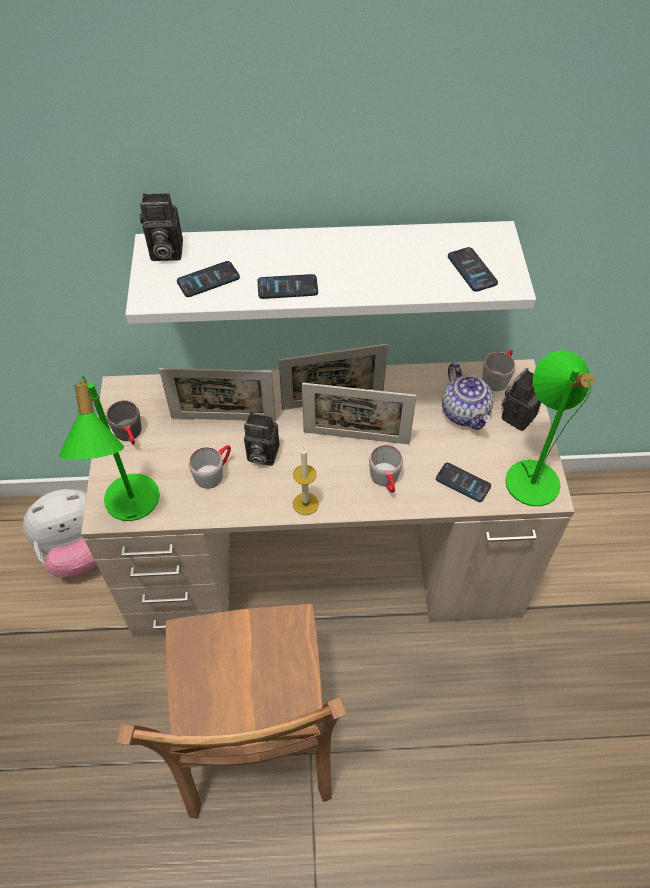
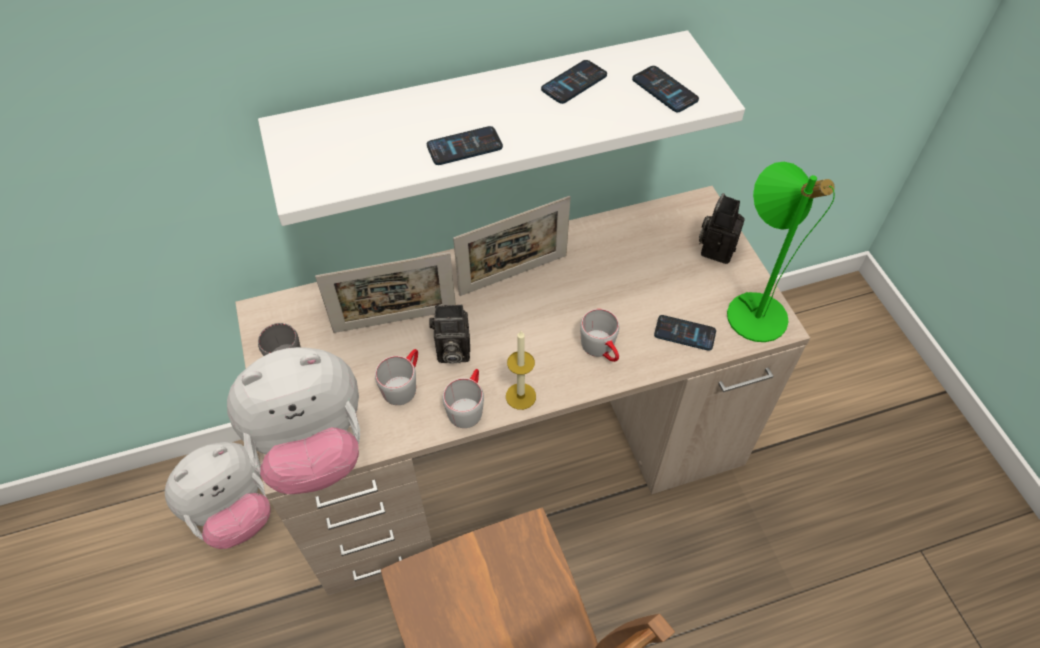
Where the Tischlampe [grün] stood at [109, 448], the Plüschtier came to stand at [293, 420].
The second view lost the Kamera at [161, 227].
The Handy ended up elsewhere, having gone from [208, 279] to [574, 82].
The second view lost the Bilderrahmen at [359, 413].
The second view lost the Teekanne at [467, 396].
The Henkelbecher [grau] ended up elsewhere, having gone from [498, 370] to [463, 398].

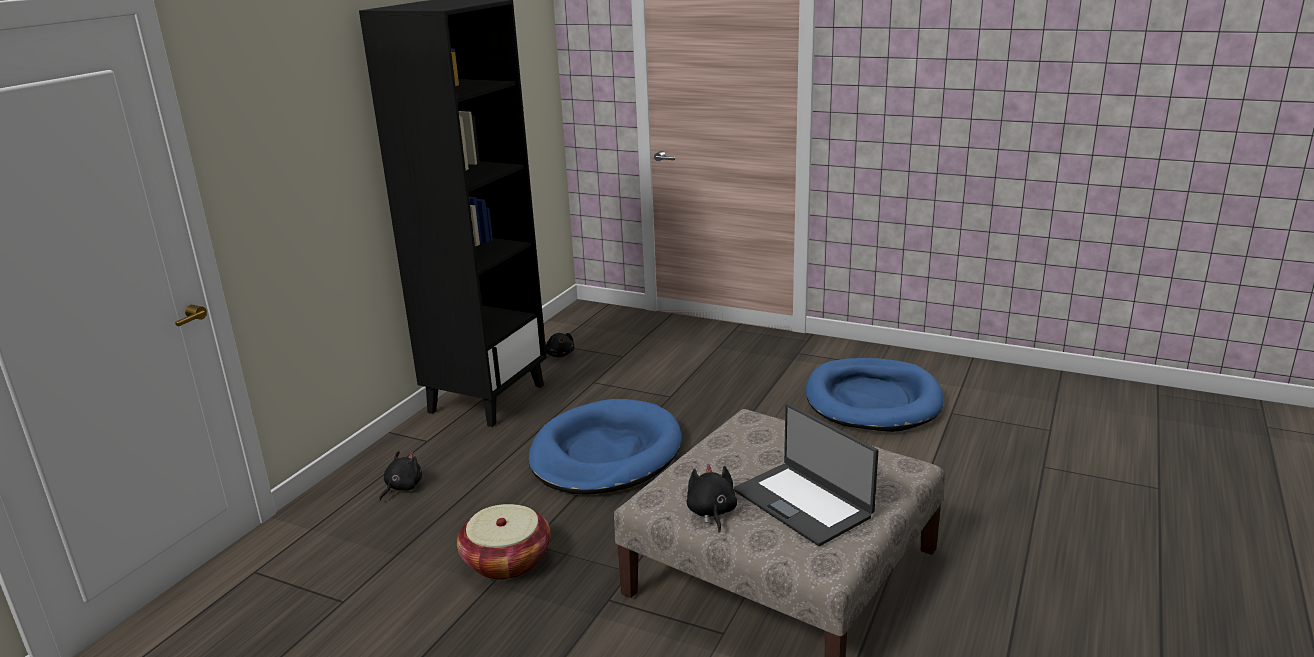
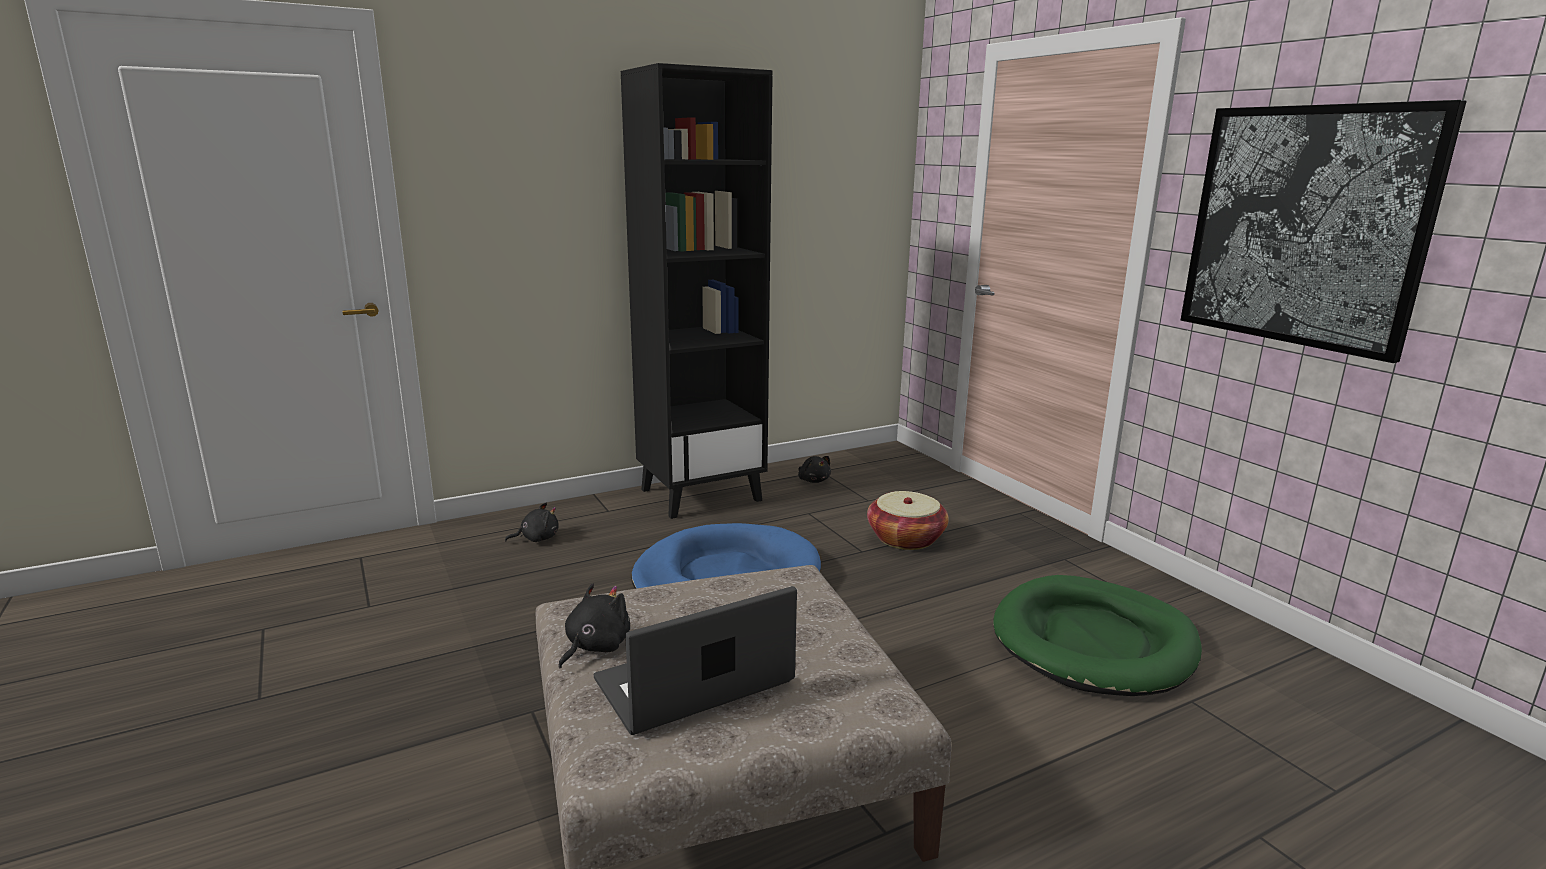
The Korb ended up elsewhere, having gone from [504, 542] to [908, 520].
The Plüschtier [schwarz] at [560, 345] ended up facing another way, 45 degrees counterclockwise from before.
The Laptop at [806, 474] ended up facing another way, 60 degrees clockwise from before.
What was the Hundebett [blau] at [875, 395] turned into the Hundebett [grün] at [1097, 635].
The second view gained the Bild at [1324, 231].

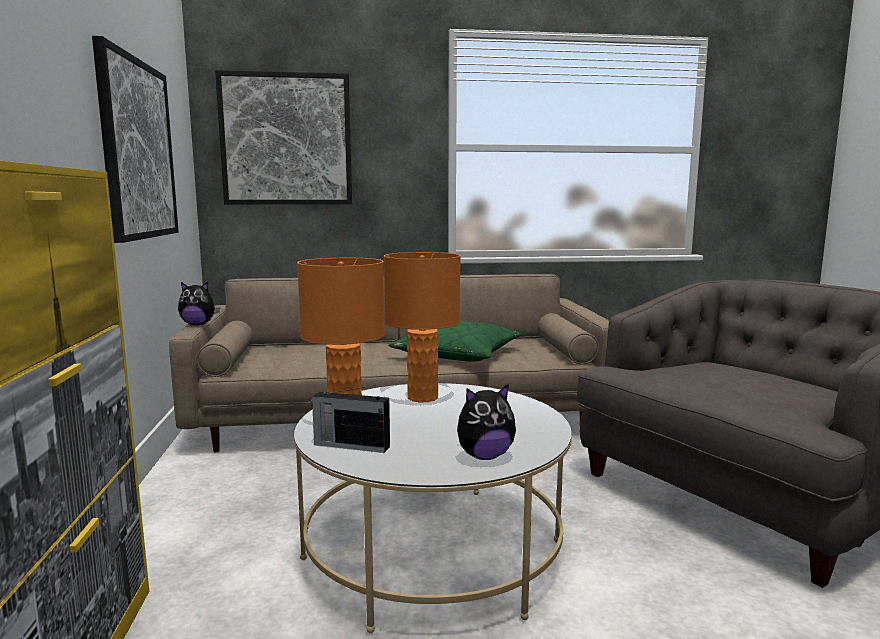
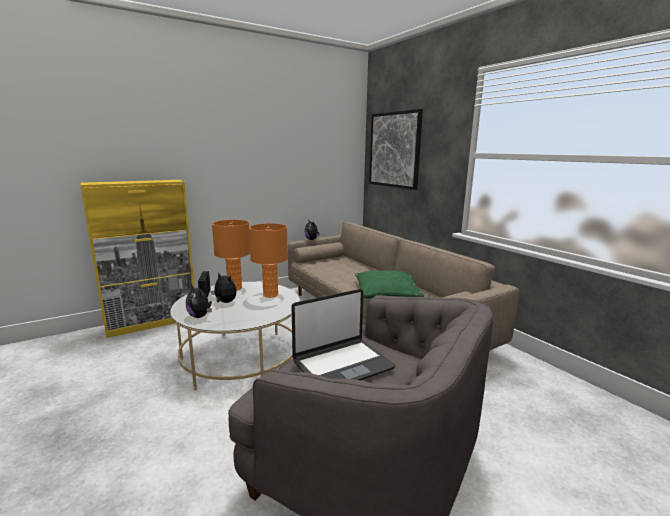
The second view lost the Bild at [135, 139].
The second view gained the Plüschtier at [224, 288].
The second view gained the Laptop at [343, 334].

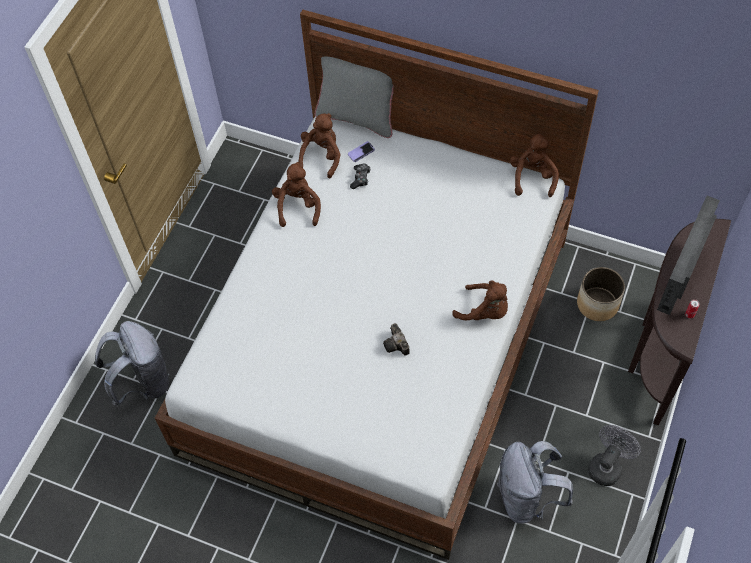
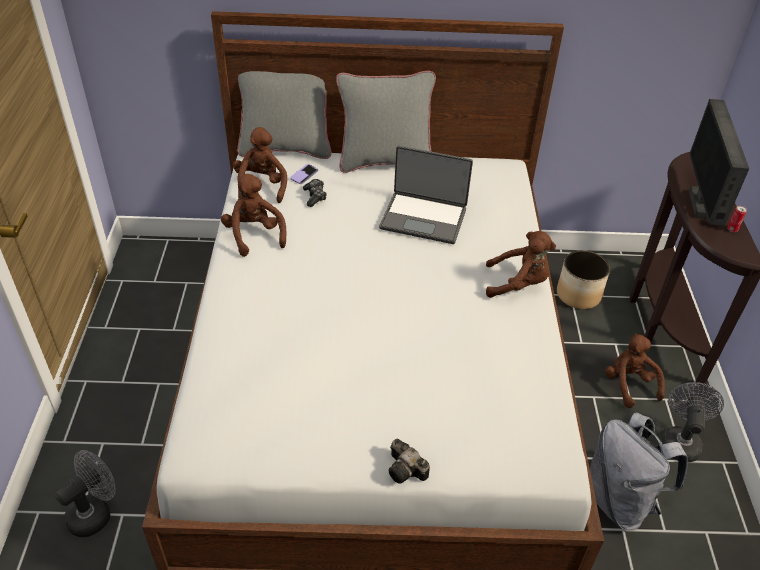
Where the Rucksack [grau] stood at [132, 364], the Ventilator [grau] came to stand at [85, 493].
The Kamera ended up elsewhere, having gone from [396, 339] to [409, 461].
The Plüschtier [braun] ended up elsewhere, having gone from [534, 165] to [635, 370].
The second view gained the Kissen [grau] at [386, 122].
The second view gained the Laptop at [426, 195].

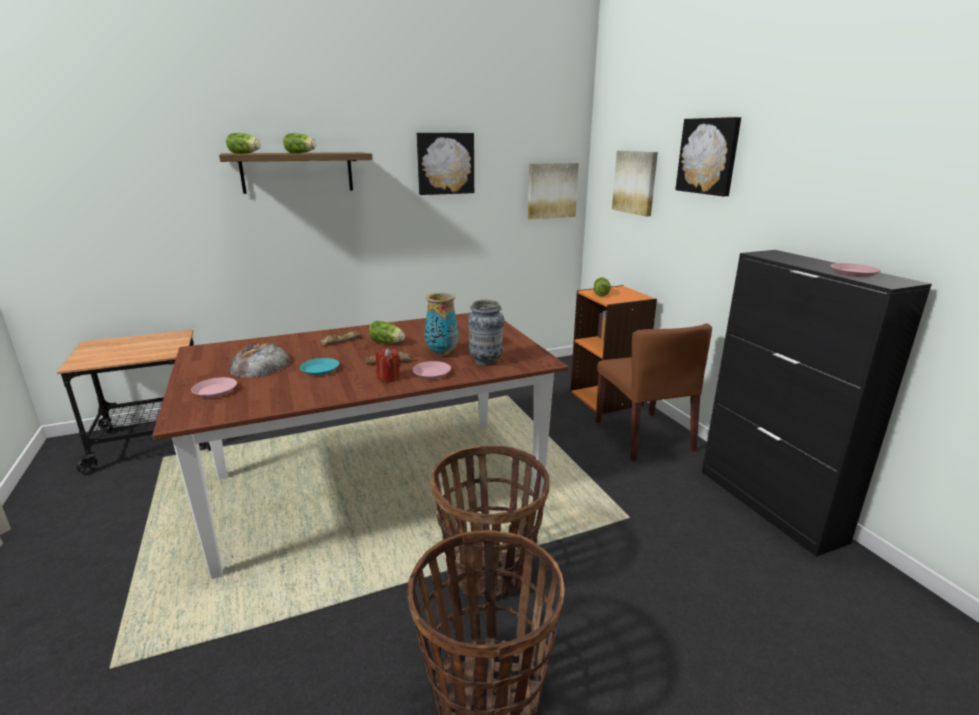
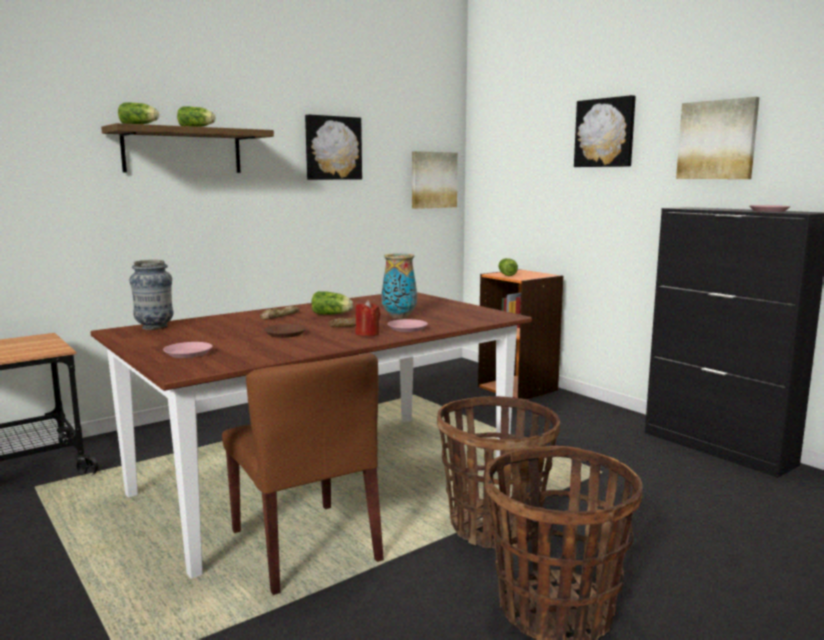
The second view lost the Brot at [259, 360].
What was the Teller [türkis] at [319, 366] turned into the Teller [braun] at [285, 331].
The Vase ended up elsewhere, having gone from [486, 333] to [151, 295].
The Stuhl [braun] ended up elsewhere, having gone from [654, 393] to [303, 474].
The Bild ended up elsewhere, having gone from [635, 184] to [718, 138].

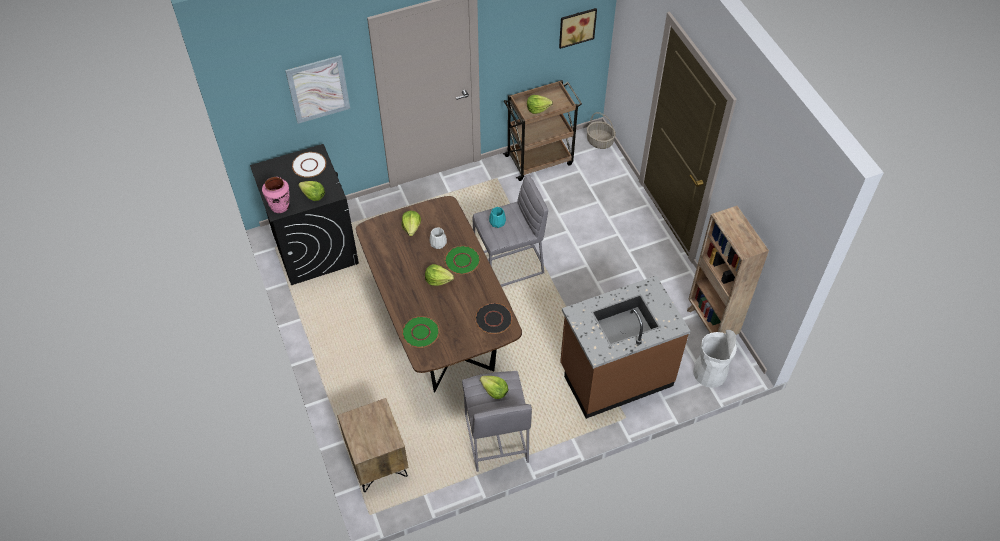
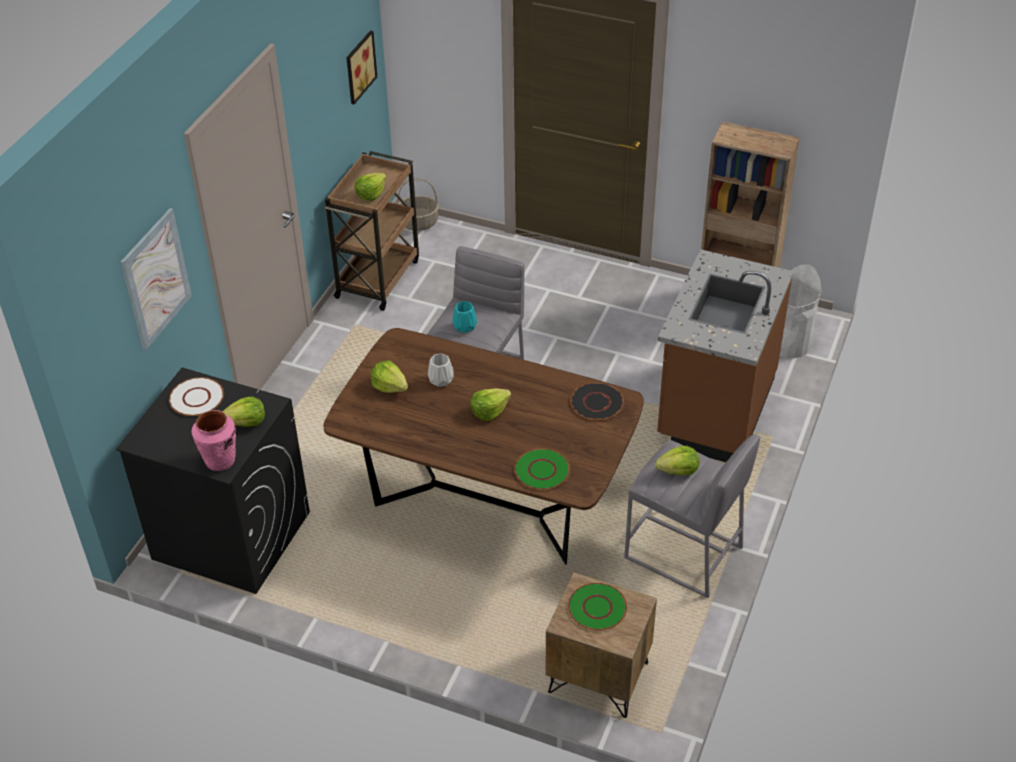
The Teller [grün] ended up elsewhere, having gone from [462, 260] to [597, 606].

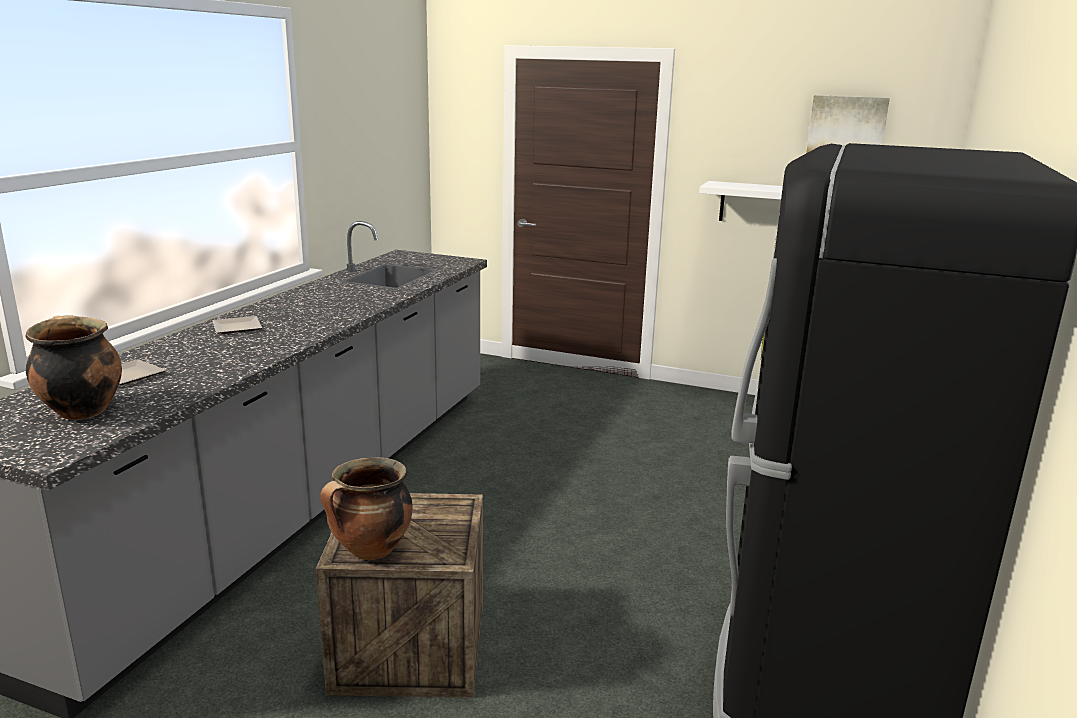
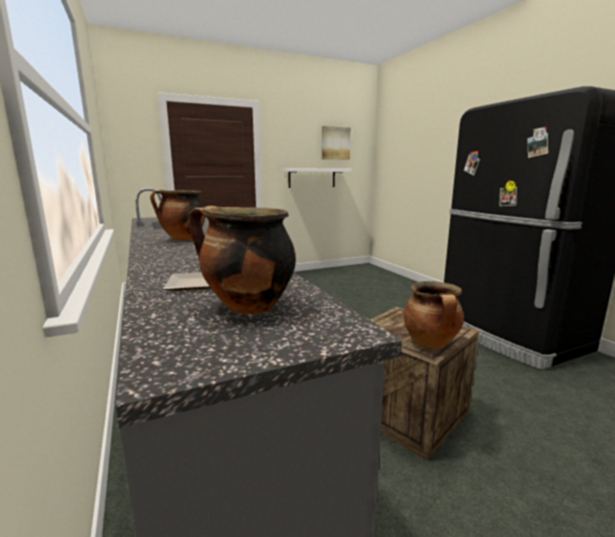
The second view lost the Teller at [237, 325].
The second view gained the Kochtopf at [177, 215].

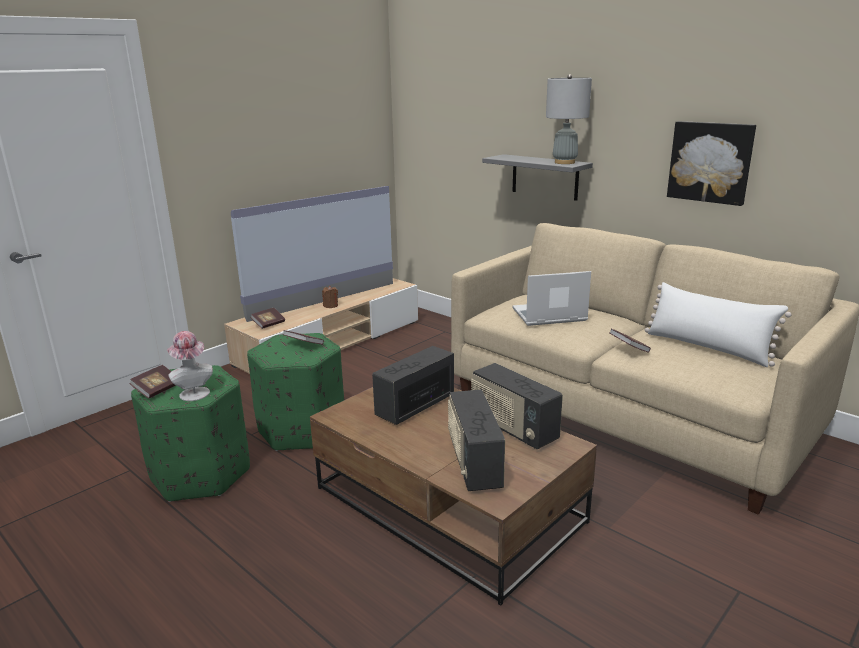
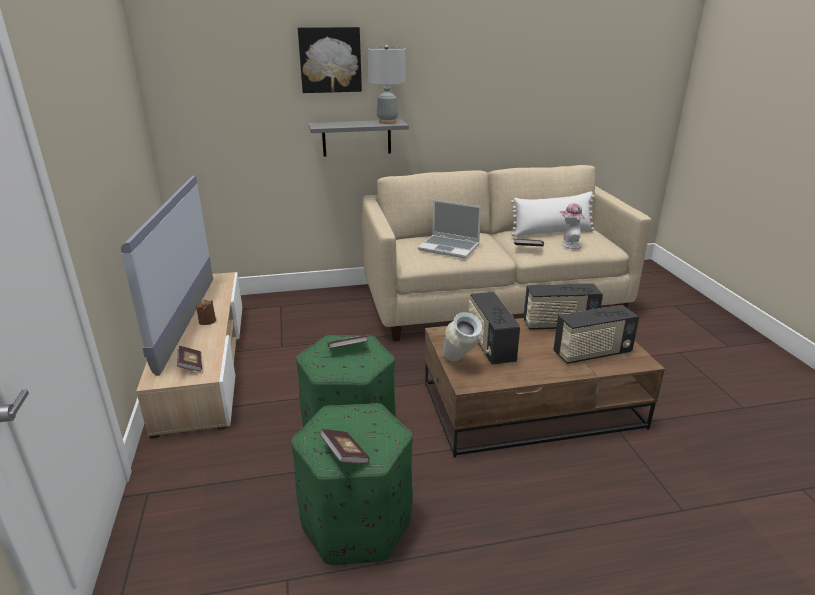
The Hut ended up elsewhere, having gone from [190, 366] to [572, 226].
The Radio at [476, 440] ended up facing another way, 45 degrees counterclockwise from before.
The Laptop at [551, 298] ended up facing another way, 90 degrees counterclockwise from before.
The Bild ended up elsewhere, having gone from [711, 163] to [330, 60].
The second view gained the Vase at [462, 336].

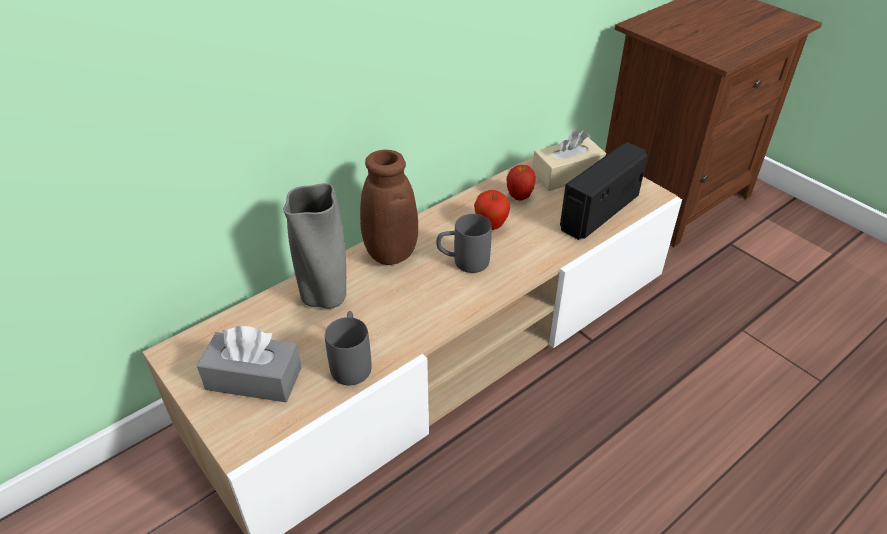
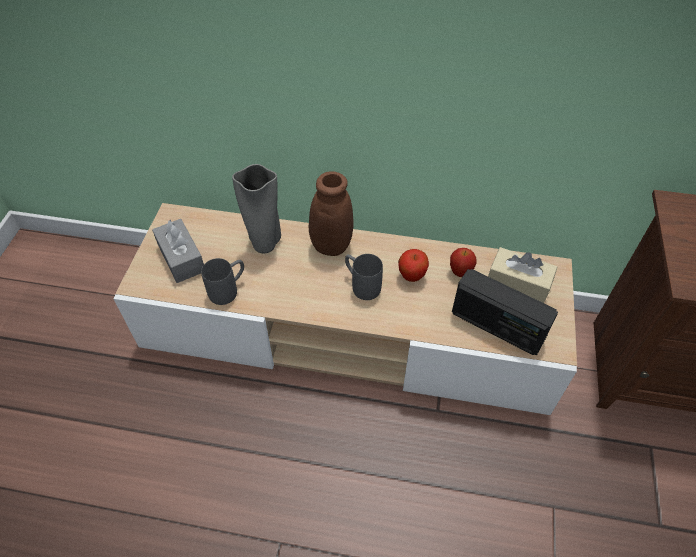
The Radio at [604, 191] ended up facing another way, 150 degrees counterclockwise from before.

